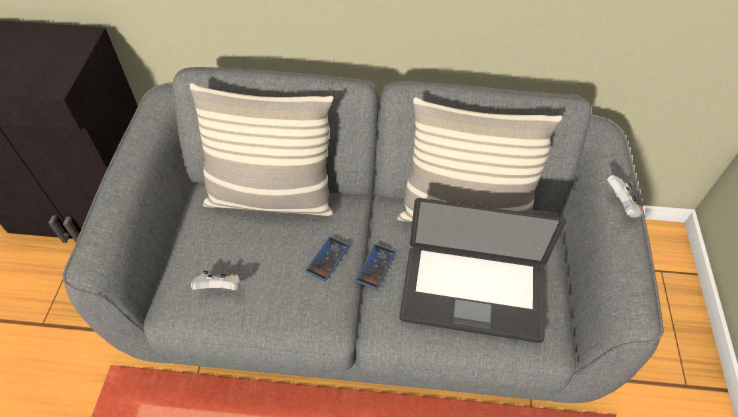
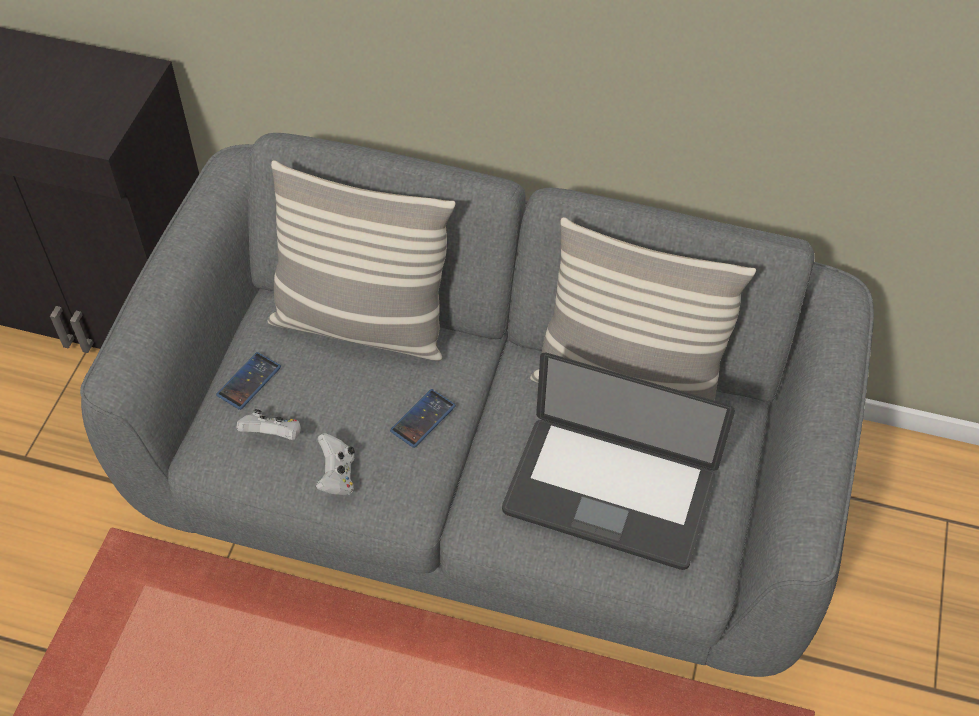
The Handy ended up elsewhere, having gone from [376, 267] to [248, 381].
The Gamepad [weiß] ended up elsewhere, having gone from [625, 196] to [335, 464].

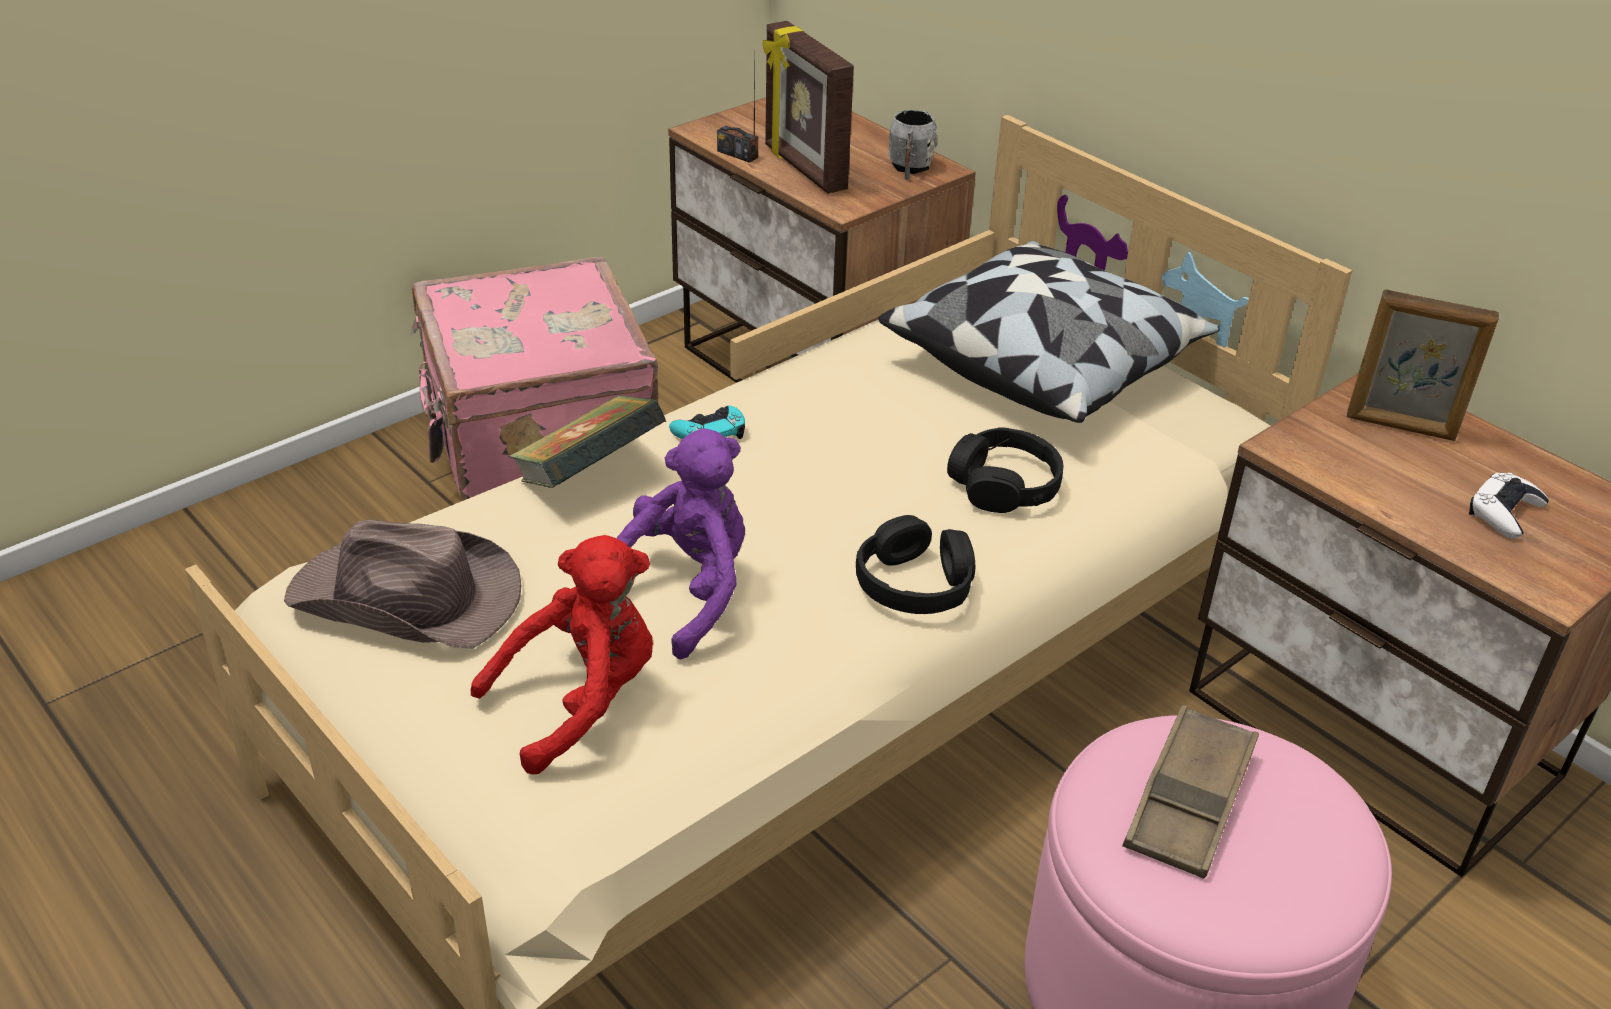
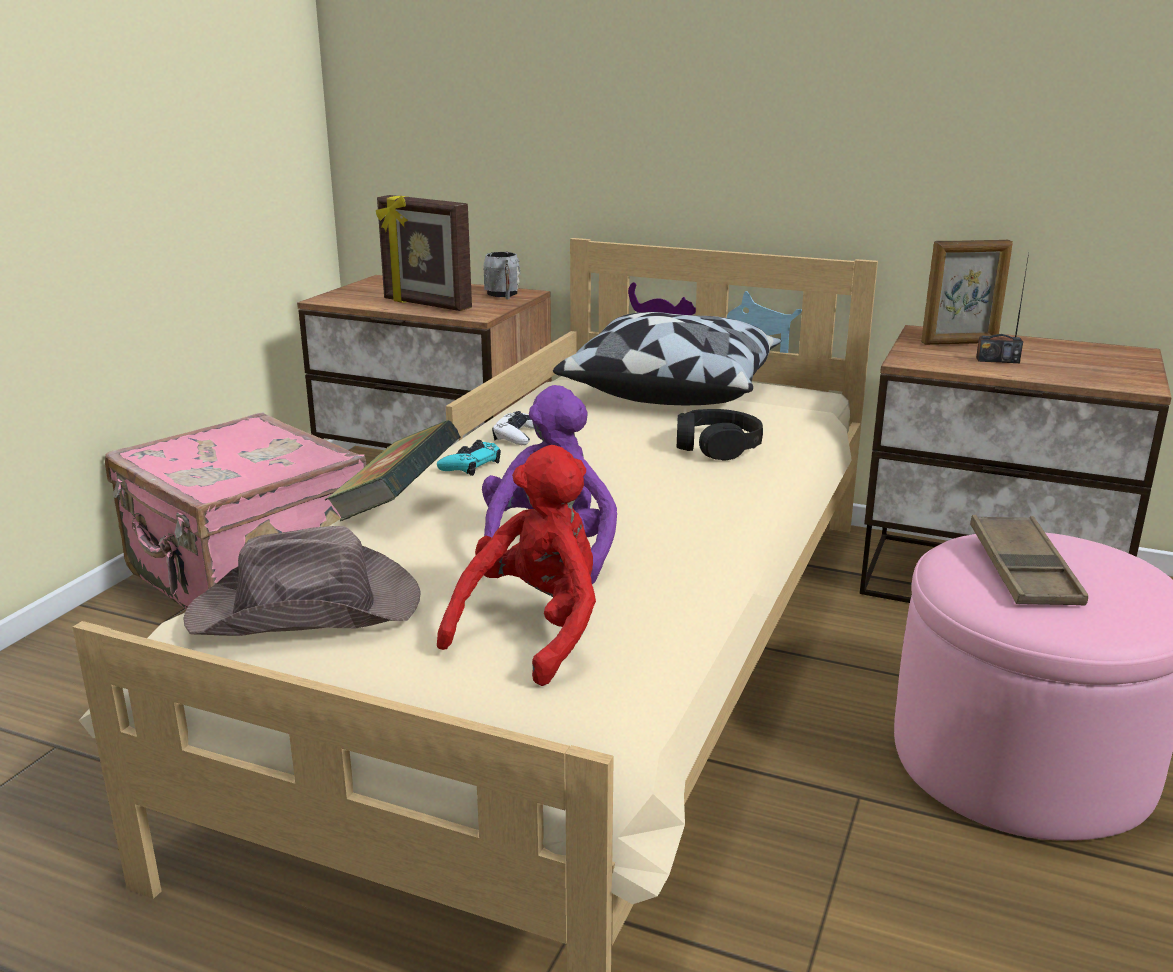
The Radio ended up elsewhere, having gone from [737, 117] to [1002, 308].
The second view lost the Kopfhörer [schwarz] at [915, 564].
The Gamepad [weiß] ended up elsewhere, having gone from [1509, 506] to [513, 428].

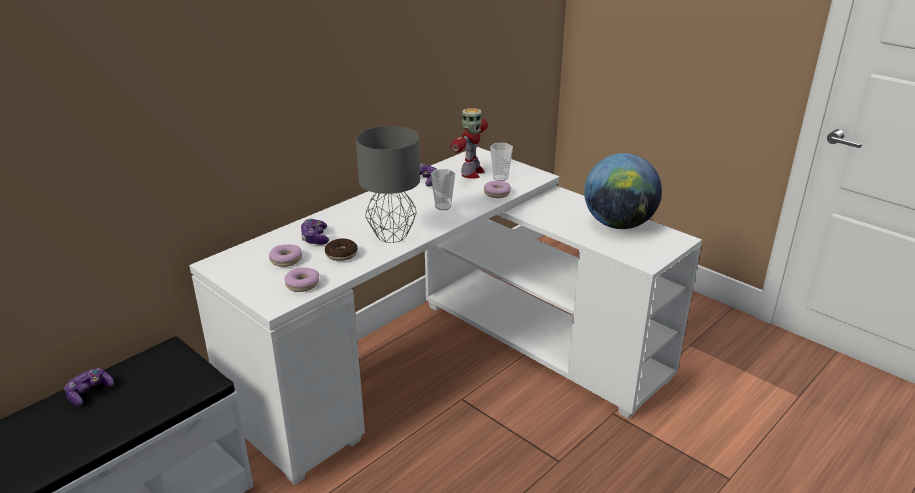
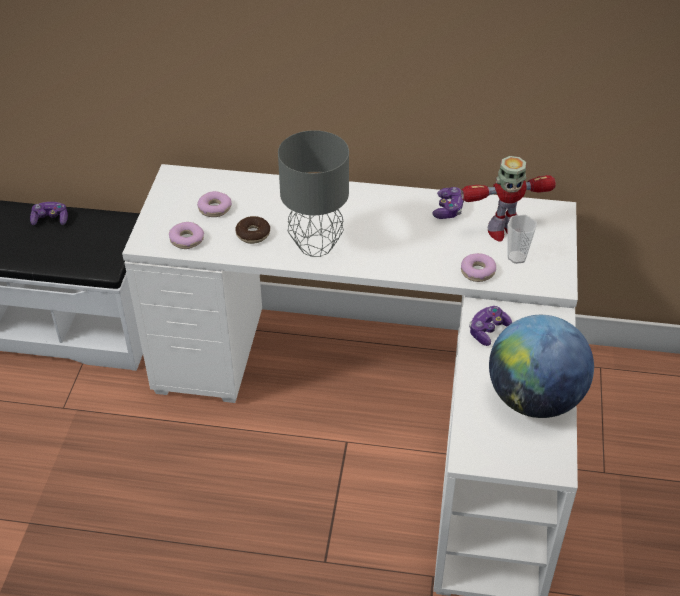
The Gamepad ended up elsewhere, having gone from [315, 232] to [490, 326].
The second view lost the Tasse at [443, 189].

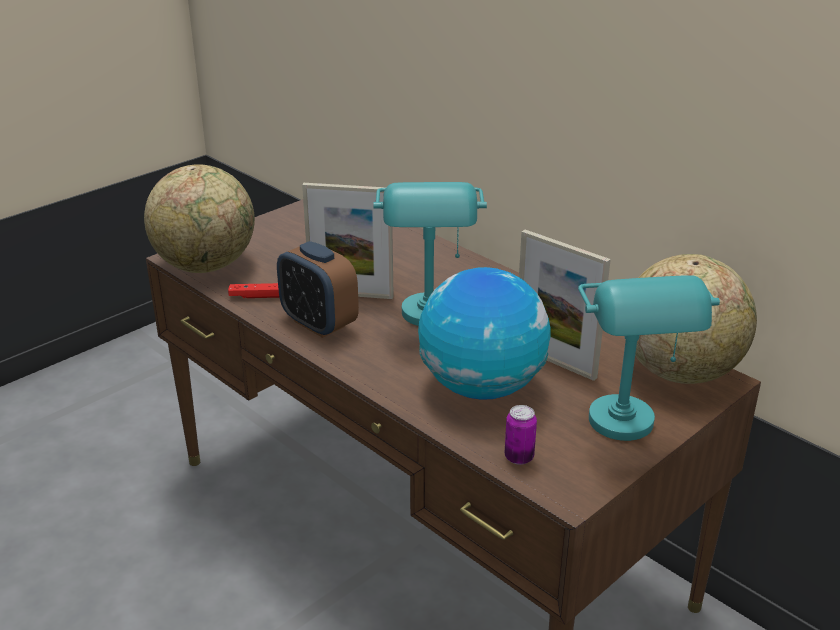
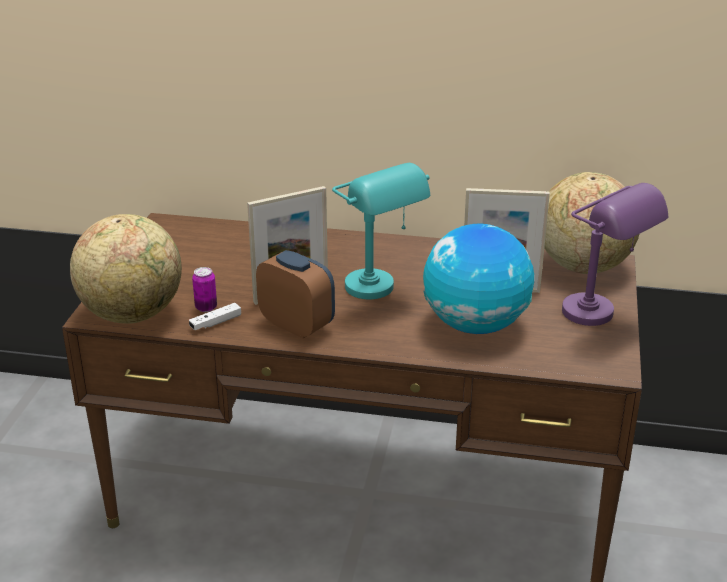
What was the Gamepad [rot] at [253, 290] turned into the Gamepad [weiß] at [215, 316].
The Wecker at [318, 289] ended up facing another way, 150 degrees counterclockwise from before.
The Dose ended up elsewhere, having gone from [521, 435] to [204, 289].
What was the Tischlampe [türkis] at [649, 358] turned into the Tischlampe [lila] at [615, 254].

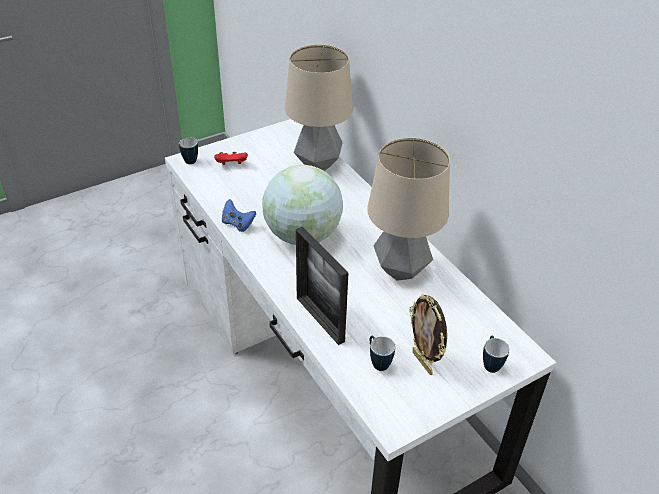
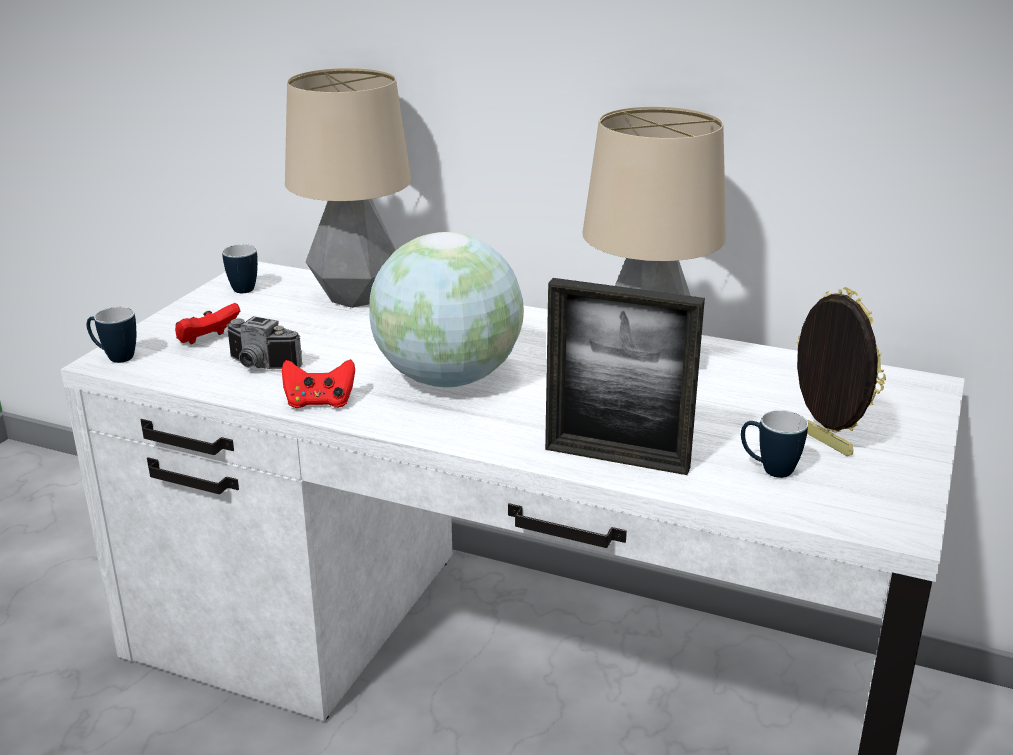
What was the Gamepad [blau] at [239, 215] turned into the Gamepad [rot] at [318, 383].
The Bilderrahmen at [428, 334] ended up facing another way, 150 degrees counterclockwise from before.
The Henkelbecher ended up elsewhere, having gone from [496, 354] to [240, 268].
The second view gained the Kamera at [264, 342].

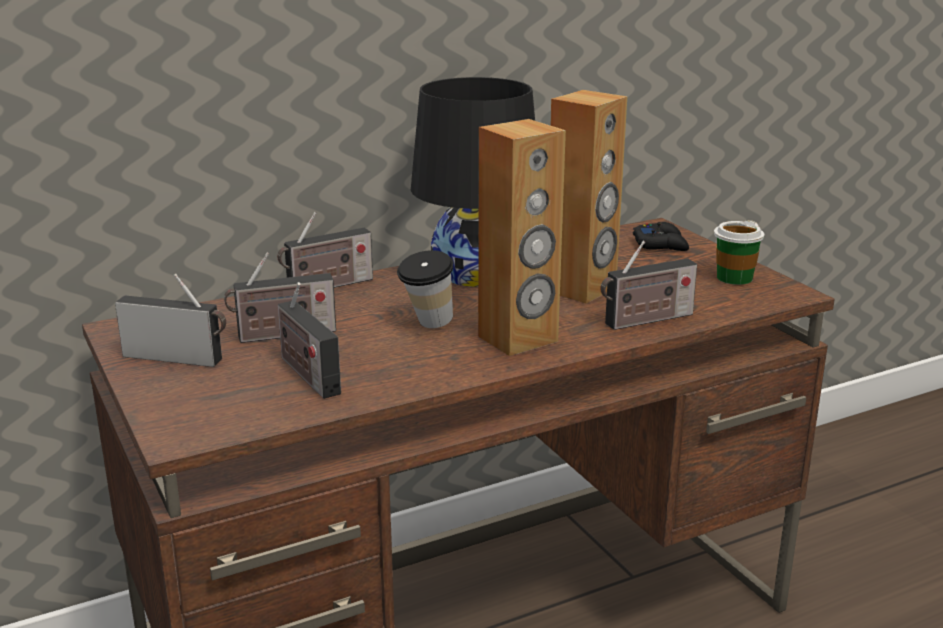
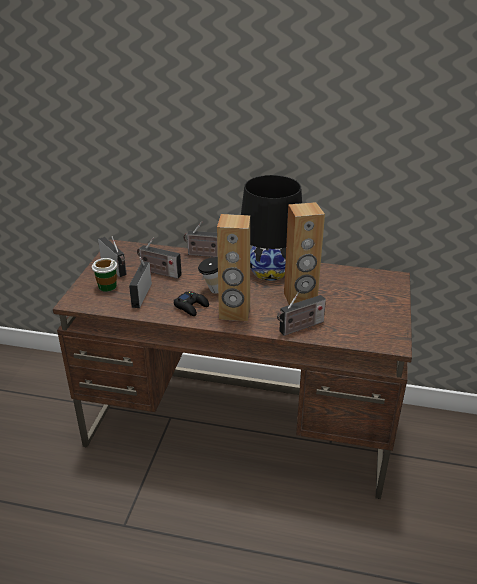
The Radio at [648, 285] ended up facing another way, 45 degrees counterclockwise from before.
The Gamepad [schwarz] ended up elsewhere, having gone from [661, 236] to [191, 303].
The Tasse ended up elsewhere, having gone from [739, 252] to [104, 275].

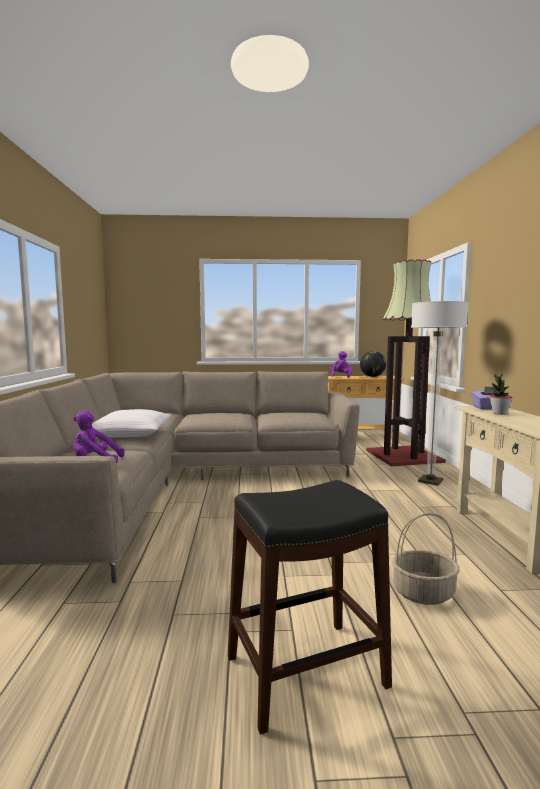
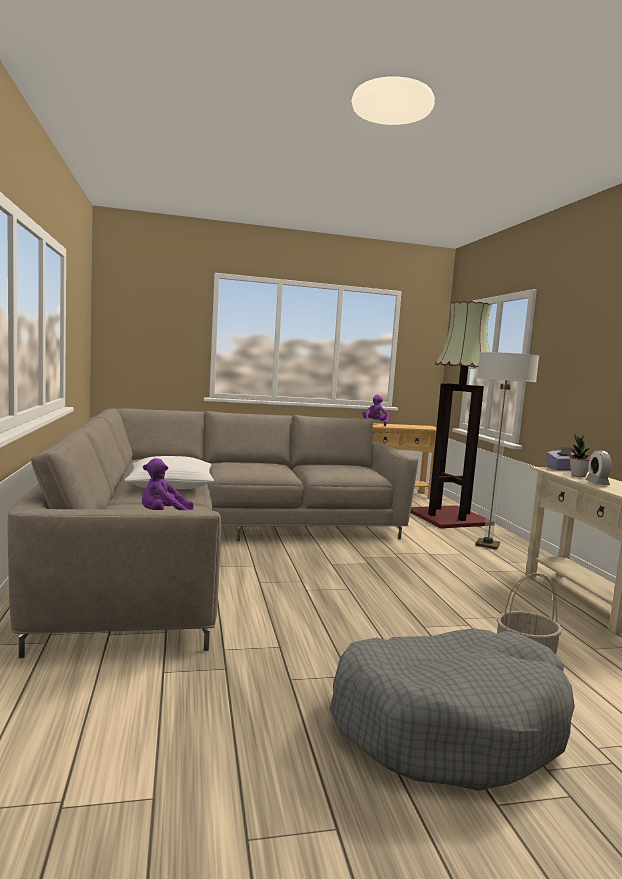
Where the Hocker [schwarz] stood at [310, 607], the Hundebett [grau] came to stand at [452, 709].
The second view lost the Globus at [373, 364].
The second view gained the Wecker at [598, 467].

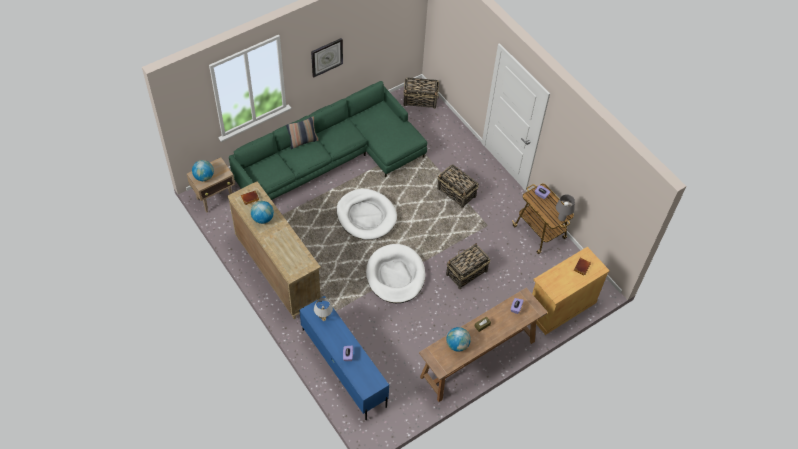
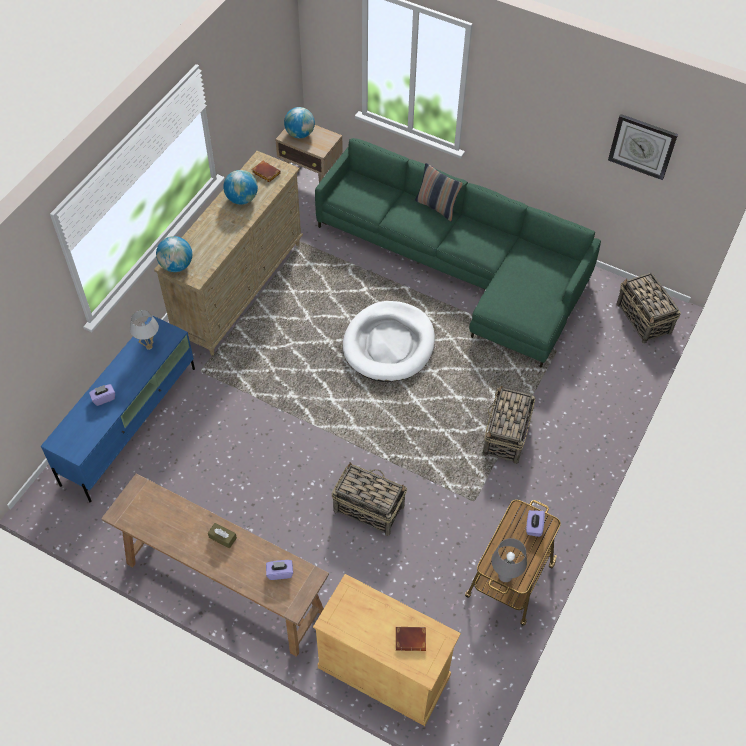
The Wanduhr ended up elsewhere, having gone from [327, 57] to [643, 147].
The second view lost the Hundebett [weiß] at [395, 273].
The Globus ended up elsewhere, having gone from [458, 339] to [174, 254].

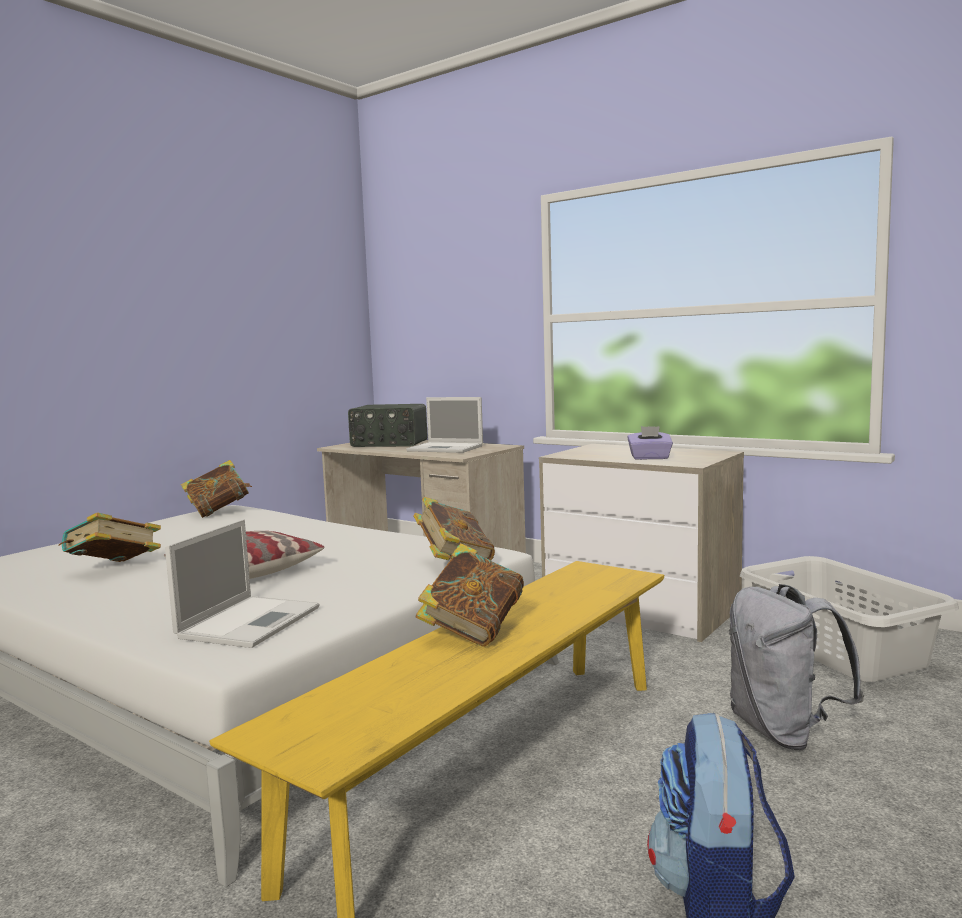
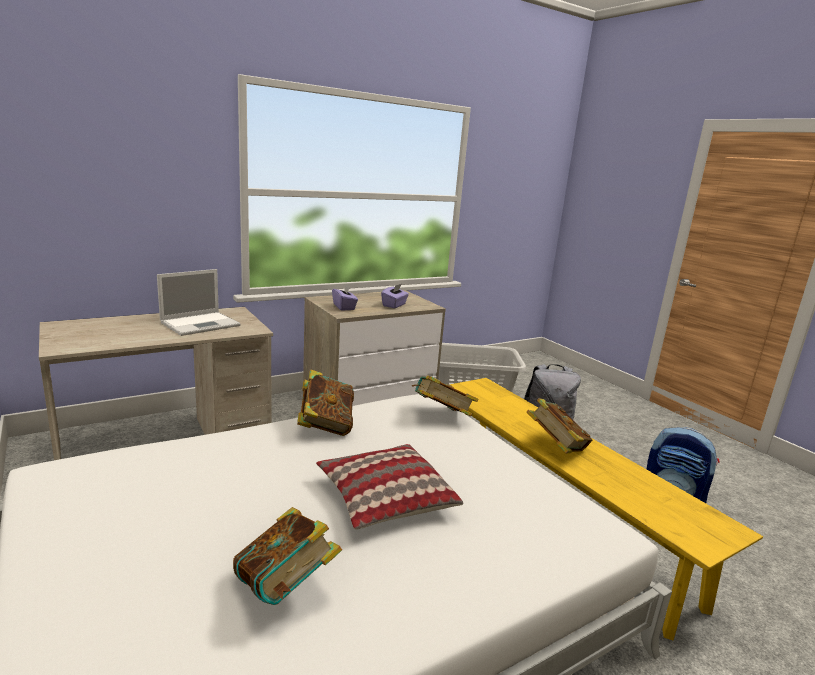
The second view lost the Laptop at [242, 583].
The Buch ended up elsewhere, having gone from [216, 489] to [325, 403].
The second view lost the Radio at [387, 425].
The second view gained the Taschentuchbox [lila] at [345, 297].

